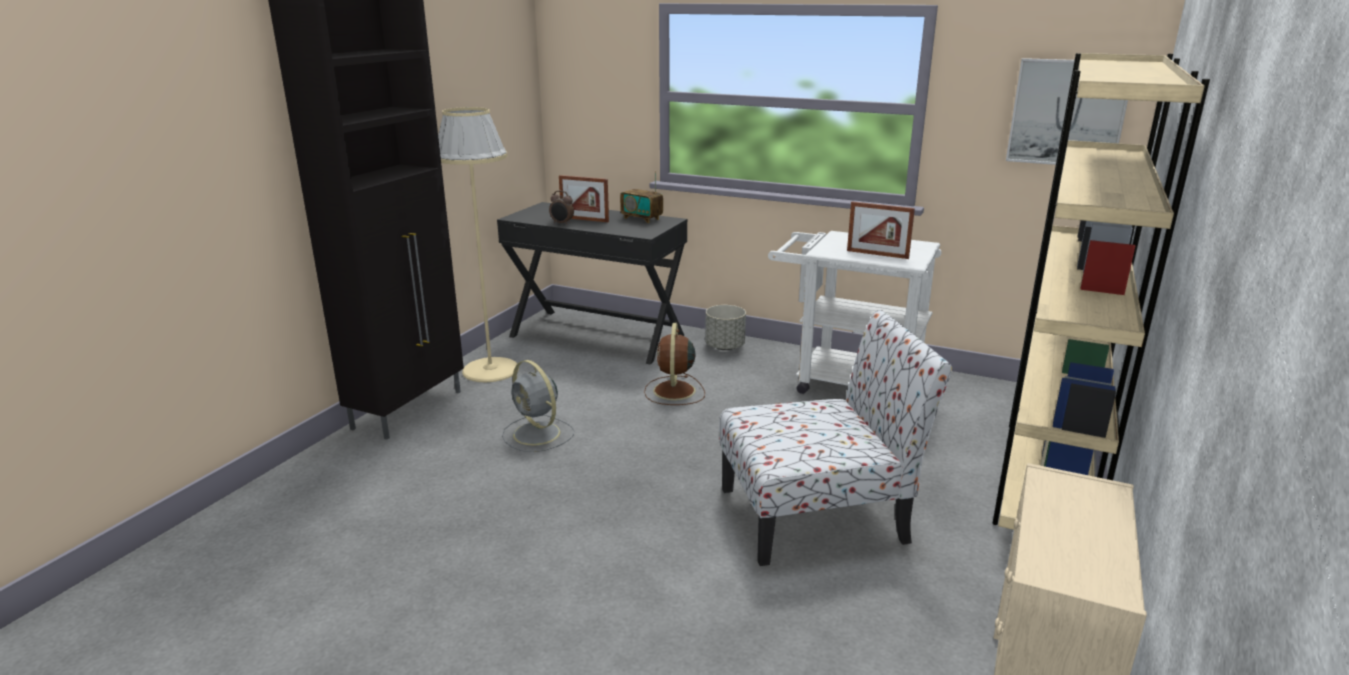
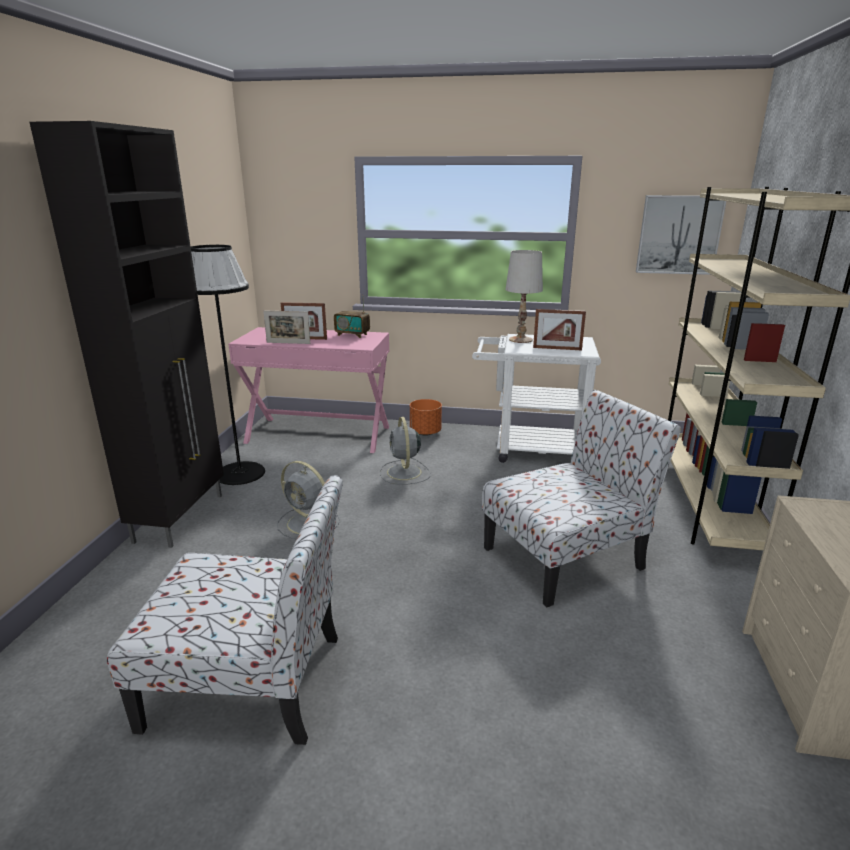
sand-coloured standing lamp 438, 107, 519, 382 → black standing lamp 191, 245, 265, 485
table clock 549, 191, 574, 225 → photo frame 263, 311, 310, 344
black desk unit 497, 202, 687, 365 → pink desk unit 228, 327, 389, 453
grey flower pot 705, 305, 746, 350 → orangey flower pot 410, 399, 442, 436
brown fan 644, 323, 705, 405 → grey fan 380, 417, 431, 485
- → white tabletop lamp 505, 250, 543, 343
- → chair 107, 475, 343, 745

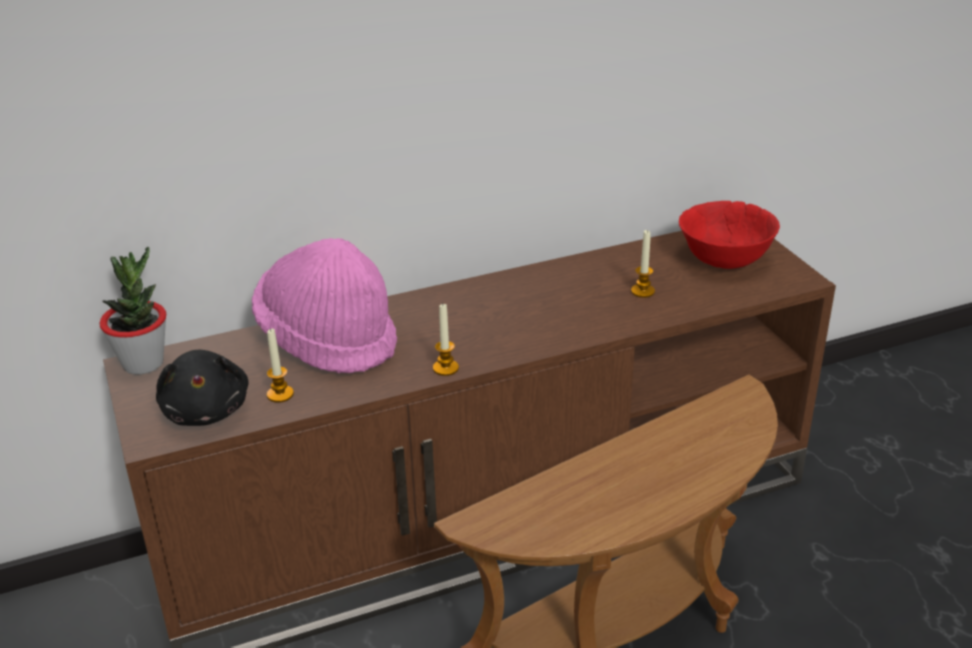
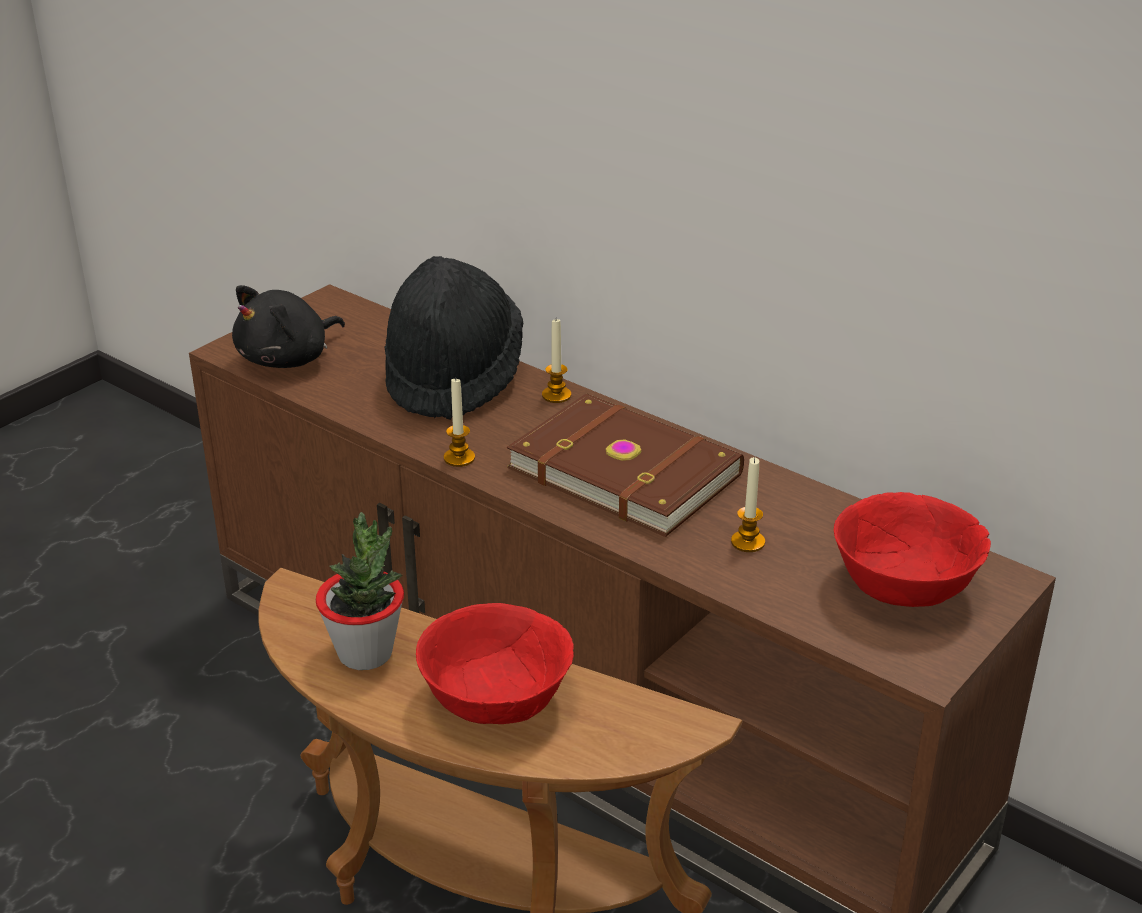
pink hat 252, 238, 397, 373 → black hat 384, 256, 523, 420
houseplant 100, 247, 166, 375 → houseplant 316, 512, 404, 670, move
candle 267, 328, 294, 403 → candle 542, 319, 571, 403, move
- → brown book 507, 394, 744, 537
- → red bowl 416, 603, 574, 724

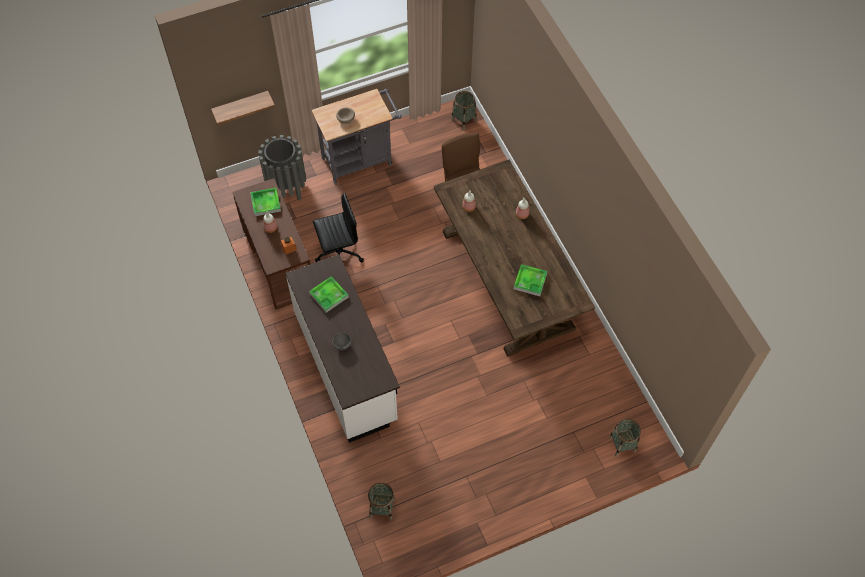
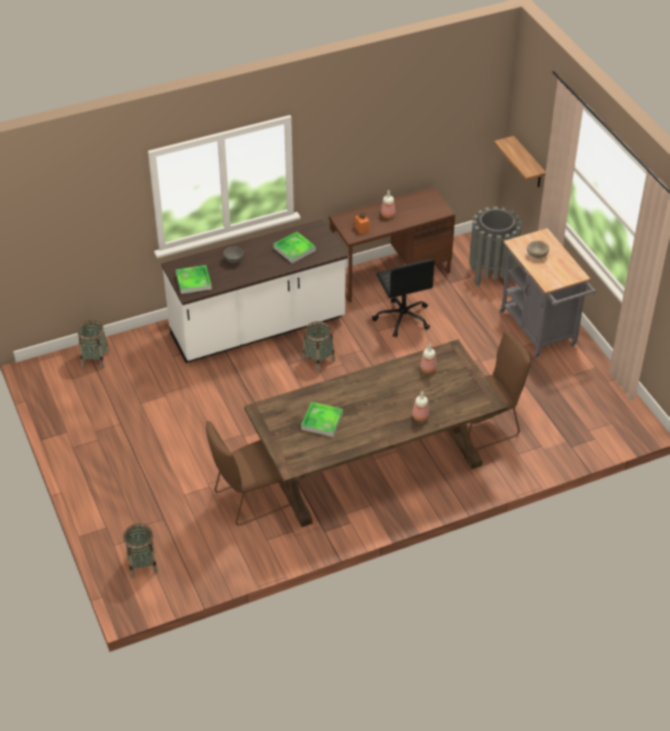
basket 451, 91, 477, 130 → basket 302, 321, 335, 372, move
carrying tray 250, 188, 281, 216 → carrying tray 176, 265, 212, 294, move
- → brown chair 206, 421, 294, 526

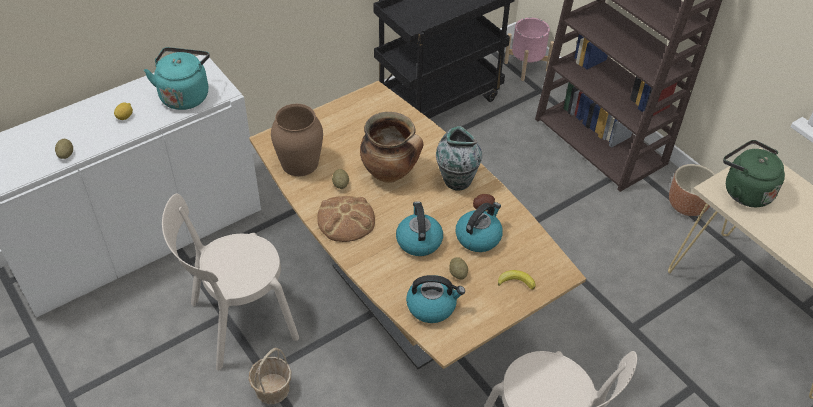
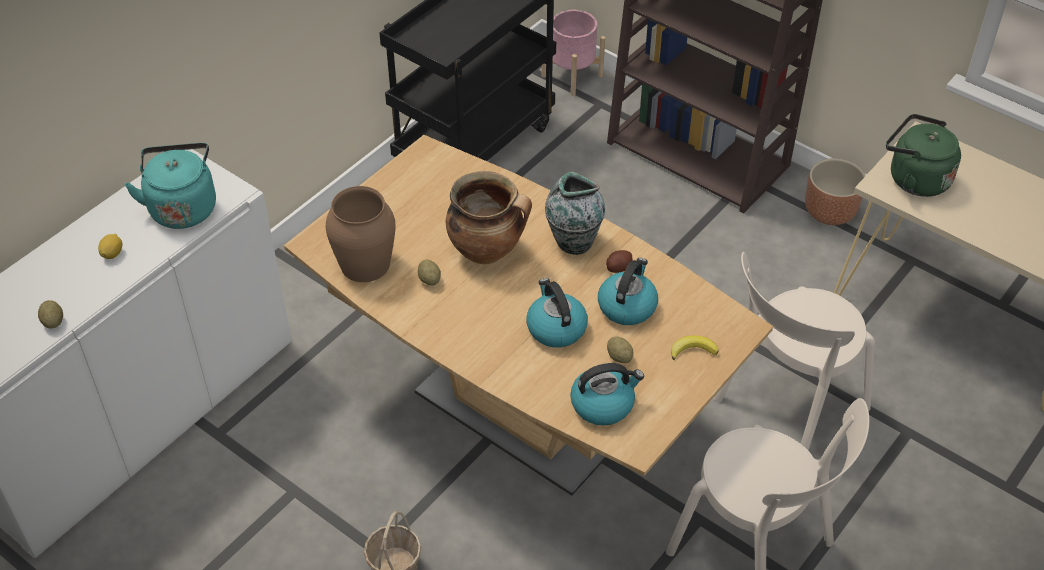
sand-coloured chair 162, 194, 299, 371 → sand-coloured chair 713, 252, 875, 451, move
bread 317, 196, 375, 242 → -

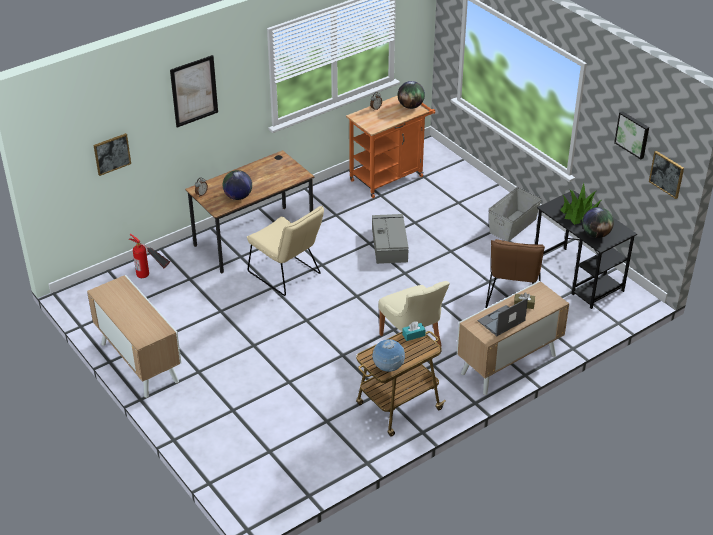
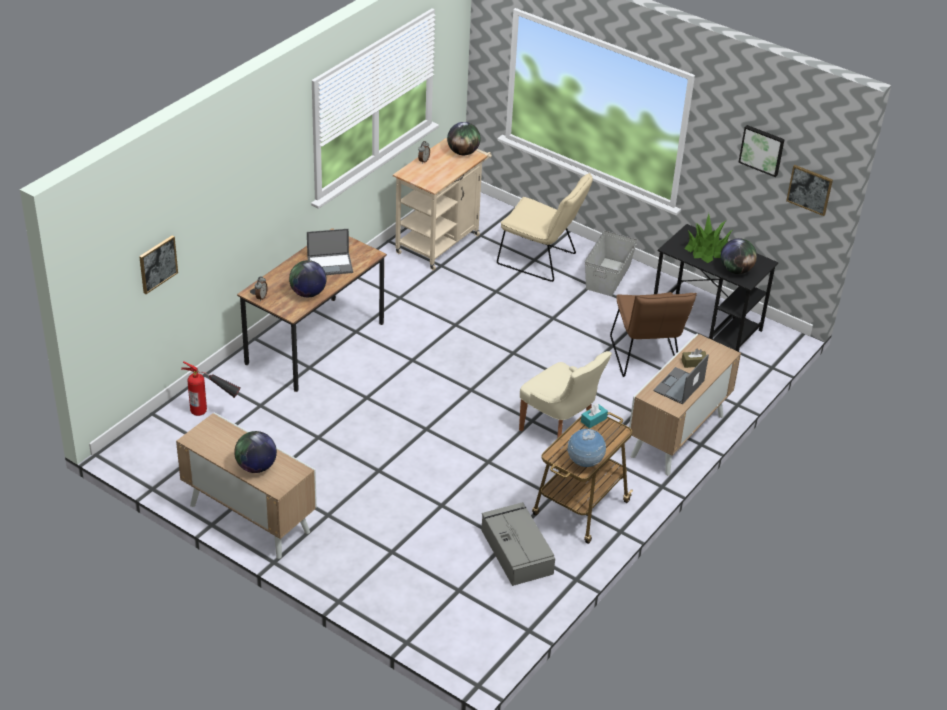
picture 170, 55, 218, 127 → -
orangey wheeled cart 346, 95, 435, 198 → sand-coloured wheeled cart 393, 138, 492, 270
sand-coloured chair 247, 205, 324, 296 → sand-coloured chair 497, 173, 593, 282, move
grey storage container 372, 214, 409, 264 → grey storage container 481, 502, 555, 586, move
- → laptop 307, 229, 353, 275
- → world globe 234, 431, 277, 473

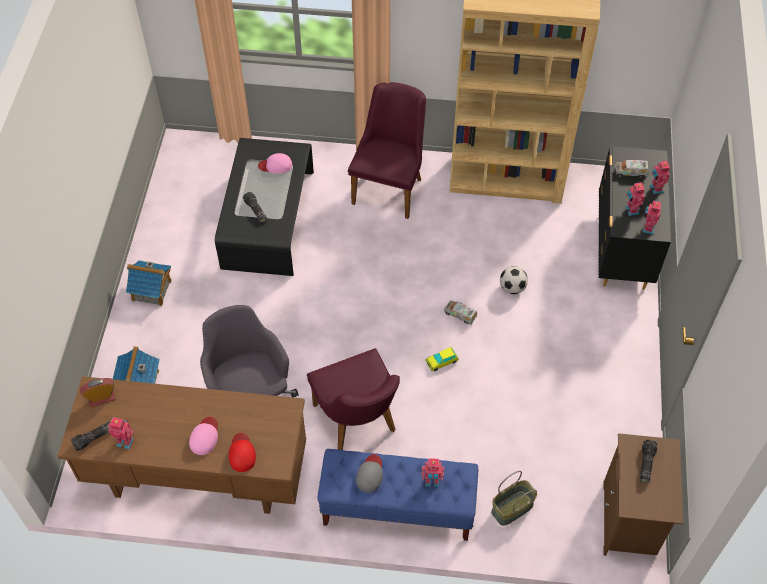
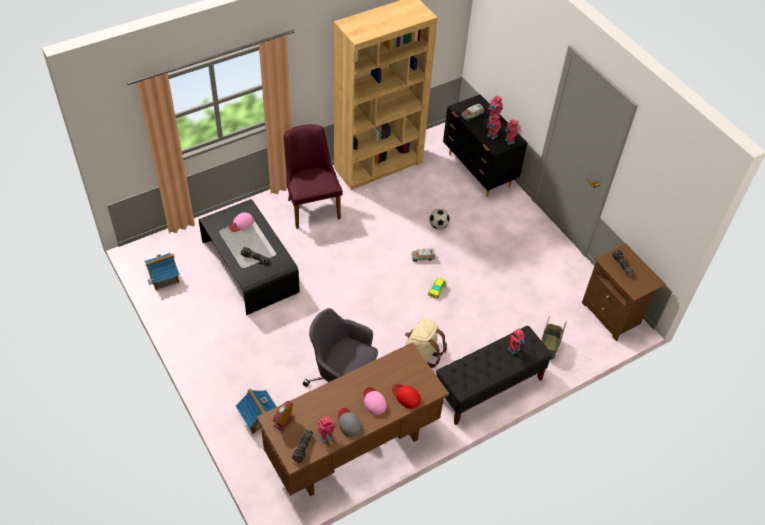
miniature house 126, 260, 172, 306 → miniature house 145, 253, 180, 290, move
purple chair 307, 348, 400, 450 → sand-coloured rucksack 405, 318, 447, 368
bluish indoor bench 318, 449, 478, 541 → black indoor bench 436, 326, 552, 425
grey cap 356, 454, 383, 493 → grey cap 338, 408, 361, 437, move

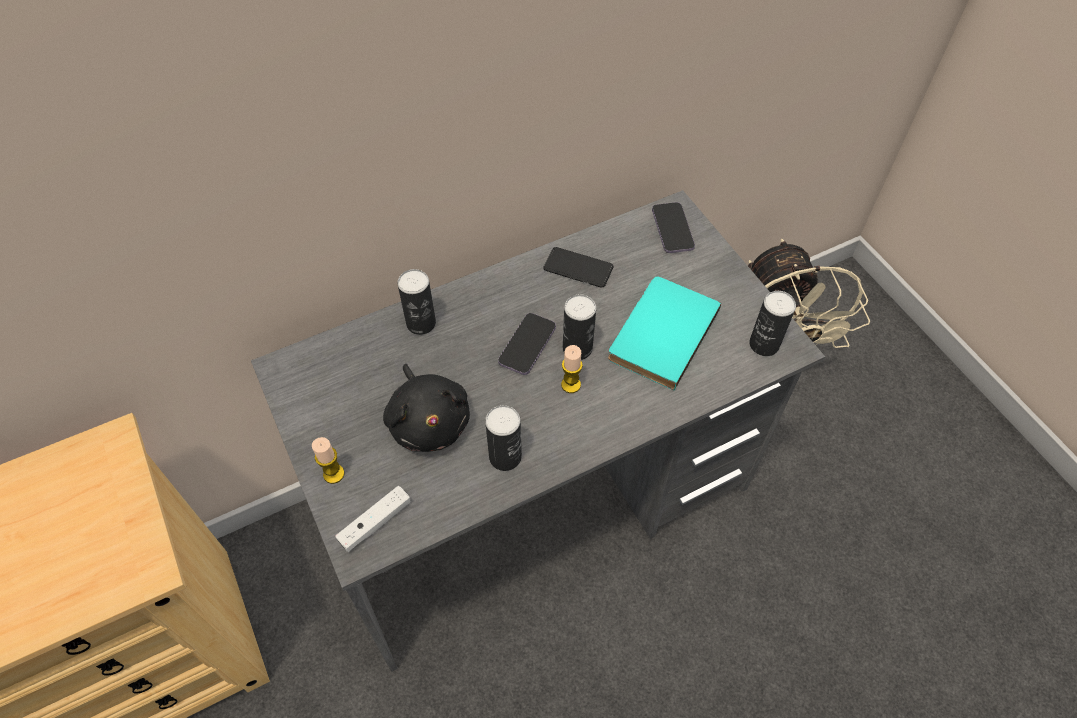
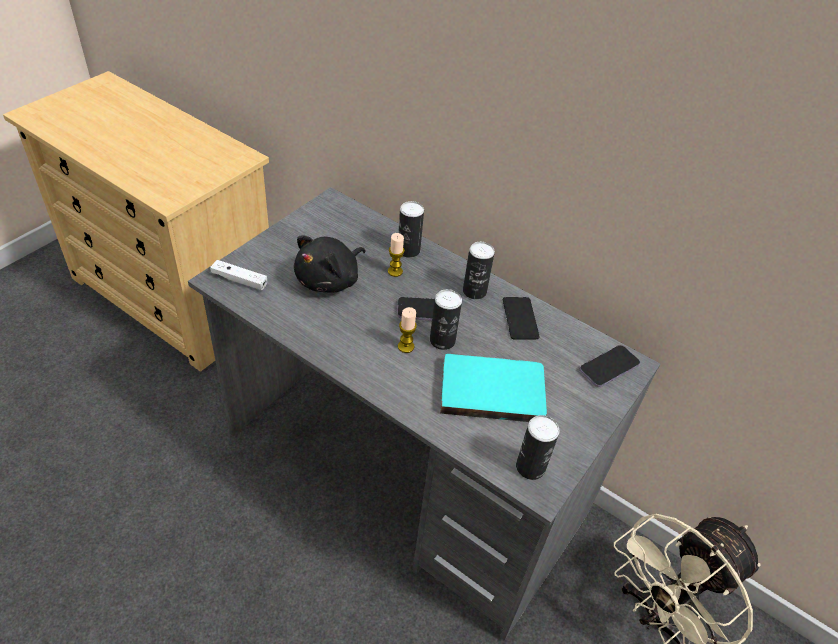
metal can 485, 405, 522, 471 → metal can 463, 242, 495, 300, move
candle 312, 437, 344, 484 → candle 388, 233, 405, 277, move

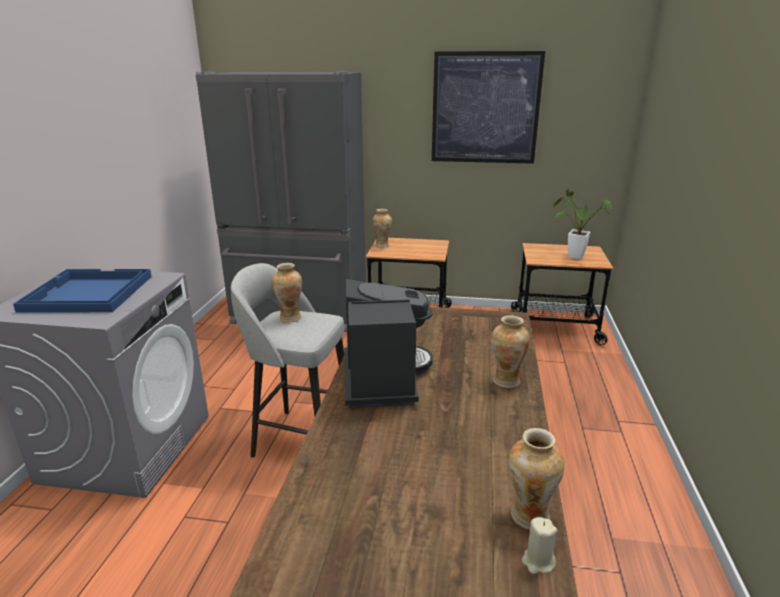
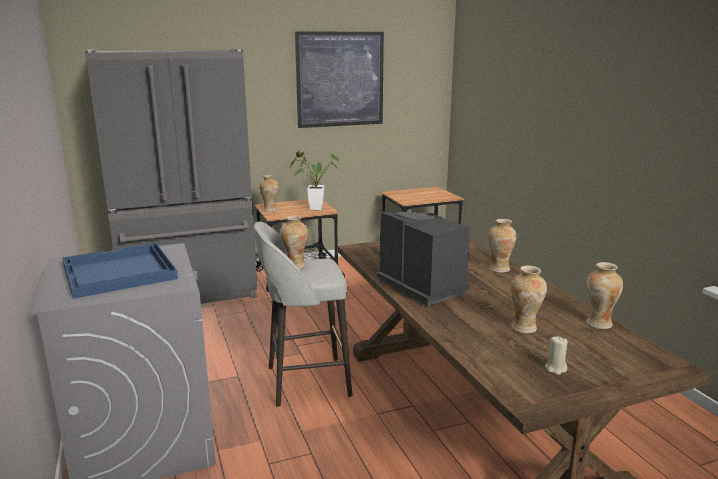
houseplant 553, 189, 612, 259 → houseplant 290, 151, 340, 210, move
sand-coloured candle 522, 517, 557, 574 → sand-coloured candle 545, 336, 567, 375, move
- → flower vase 511, 265, 547, 333

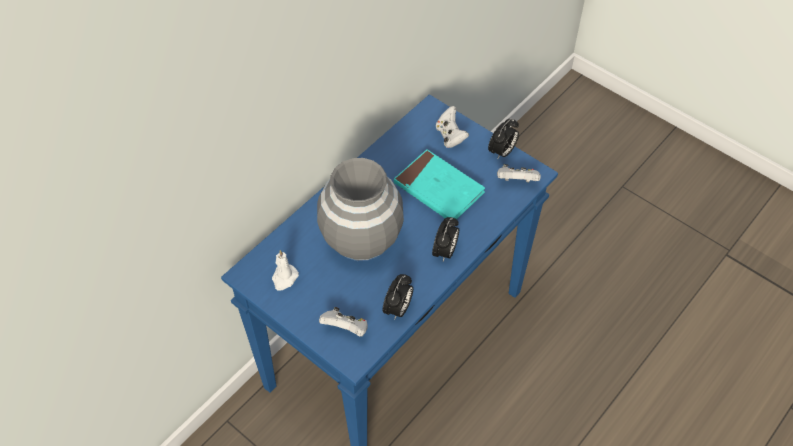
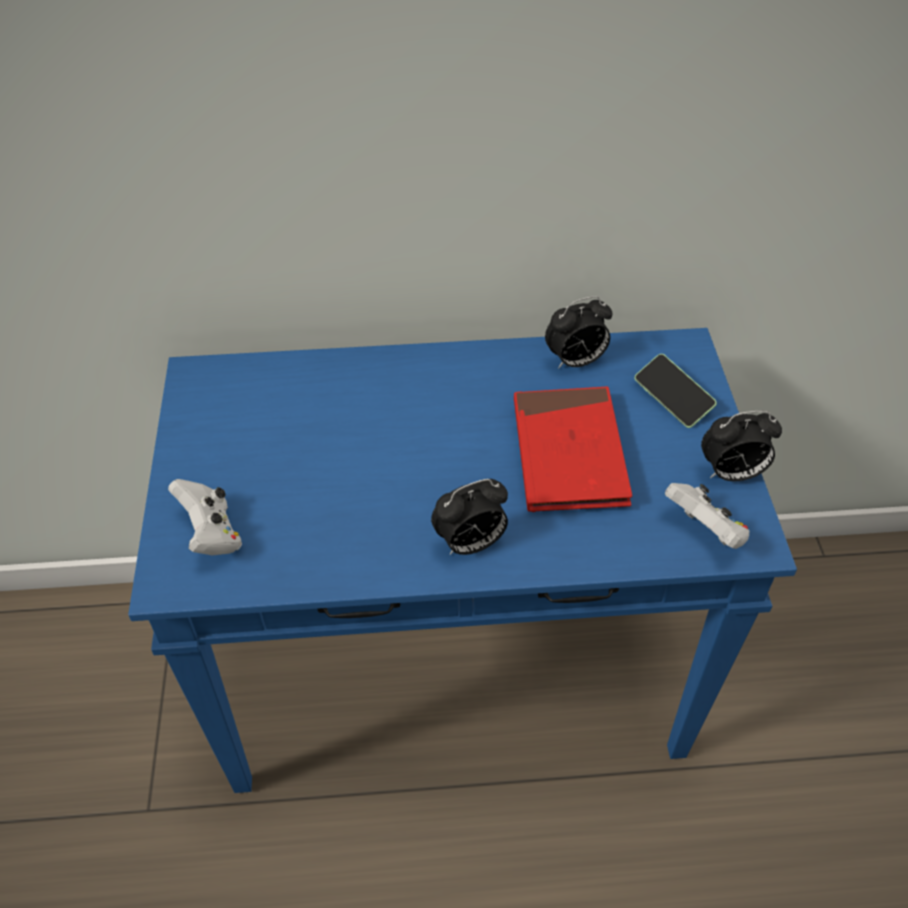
white gamepad 436, 106, 469, 148 → handset 634, 354, 717, 428
turquoise book 394, 149, 485, 219 → red book 514, 387, 632, 512
grey flower vase 317, 158, 404, 261 → -
white candle 272, 250, 299, 291 → -
table clock 383, 274, 413, 319 → table clock 545, 296, 612, 369, move

